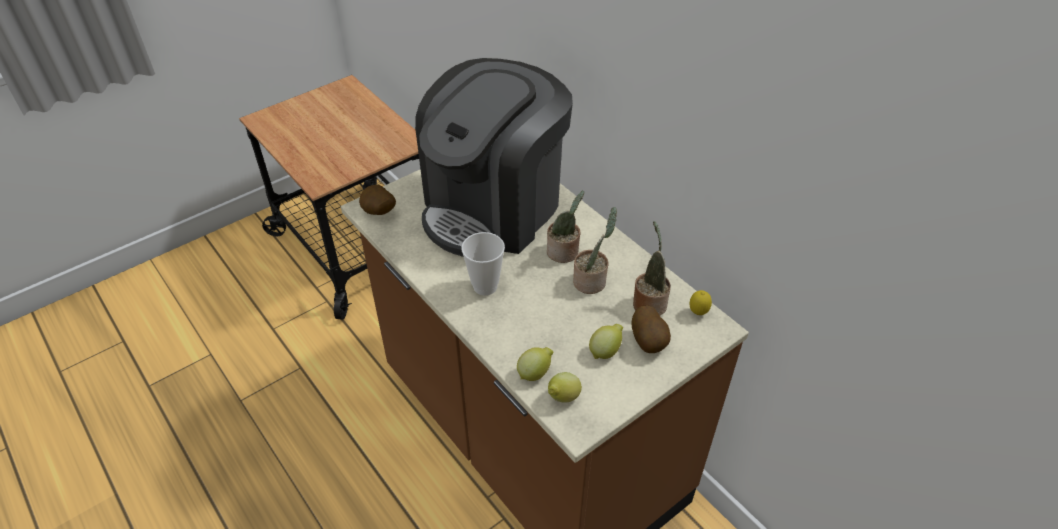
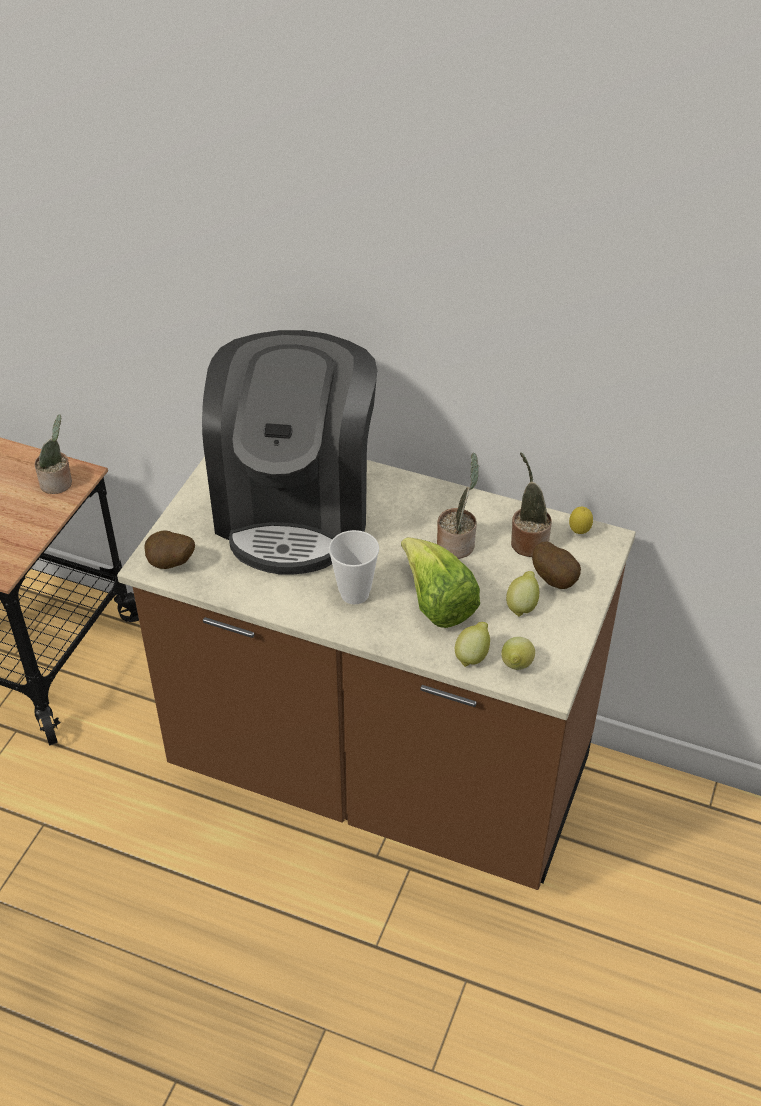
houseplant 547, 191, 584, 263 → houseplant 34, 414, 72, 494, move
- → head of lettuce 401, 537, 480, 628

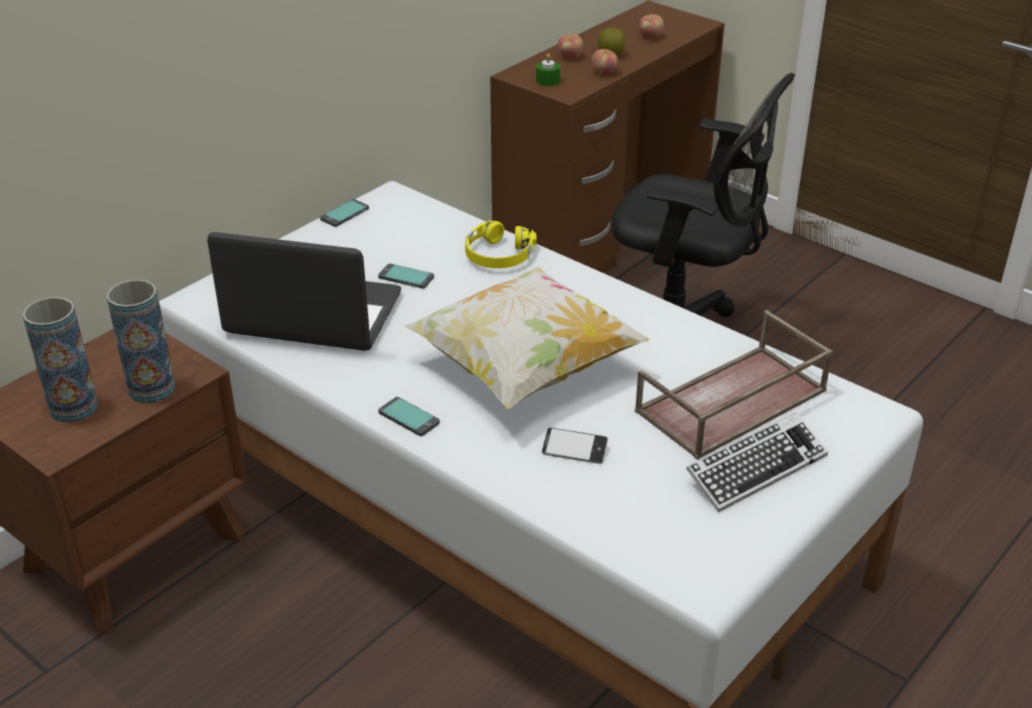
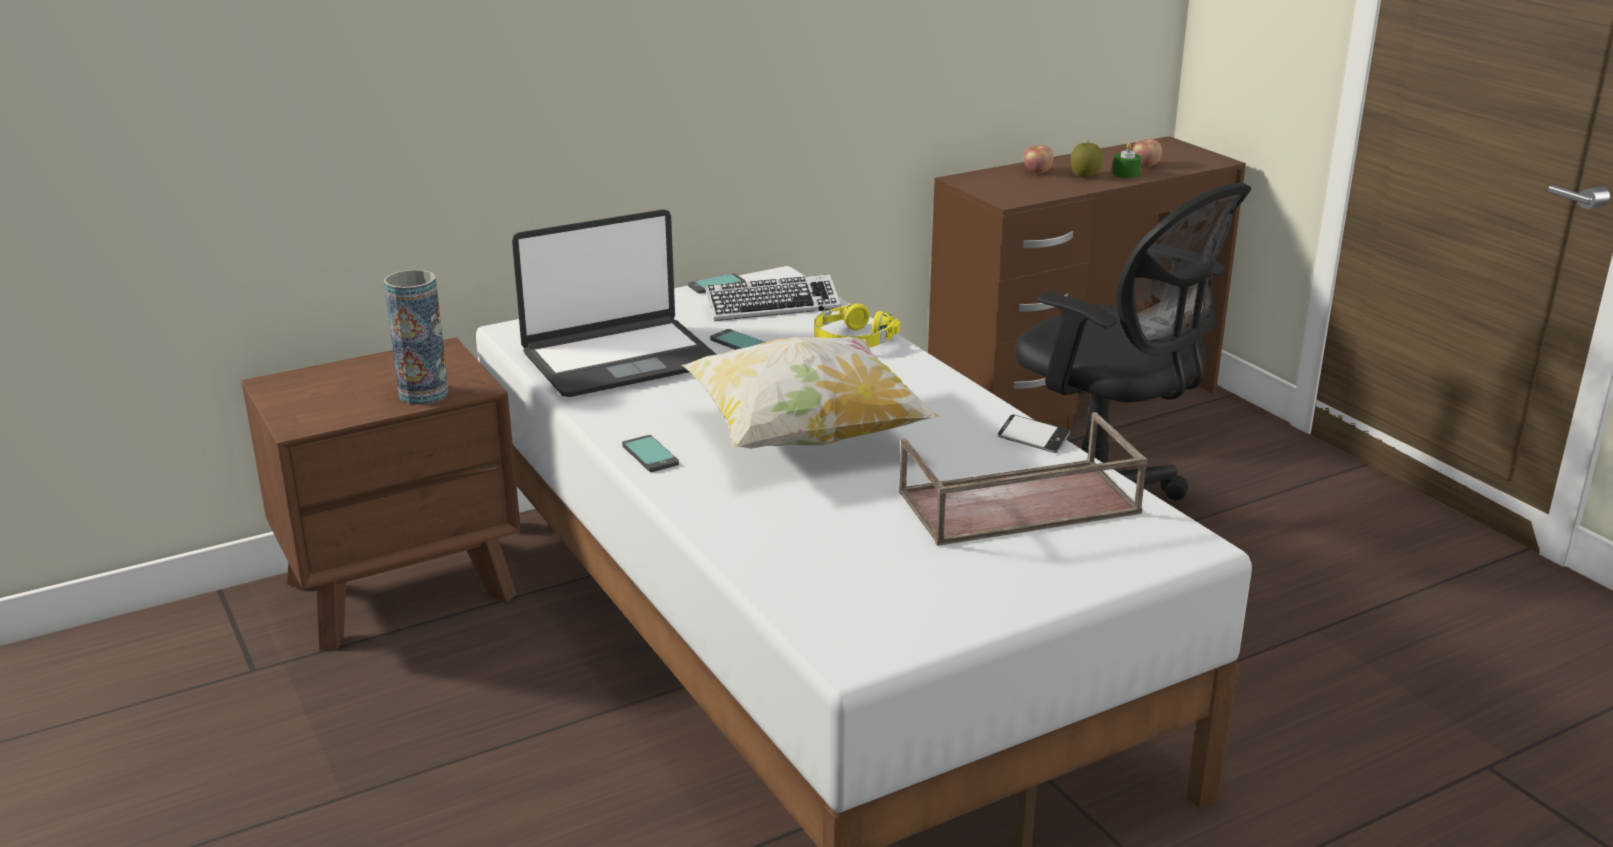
apple 592, 49, 618, 75 → -
green-coloured candle 536, 53, 560, 86 → green-coloured candle 1112, 142, 1142, 178, move
laptop 207, 232, 401, 351 → laptop 512, 209, 717, 397, 120 degrees clockwise
flower vase 22, 297, 98, 422 → -
computer keyboard 686, 412, 828, 512 → computer keyboard 705, 274, 841, 321, move
handset 542, 428, 608, 464 → handset 998, 414, 1070, 453, move

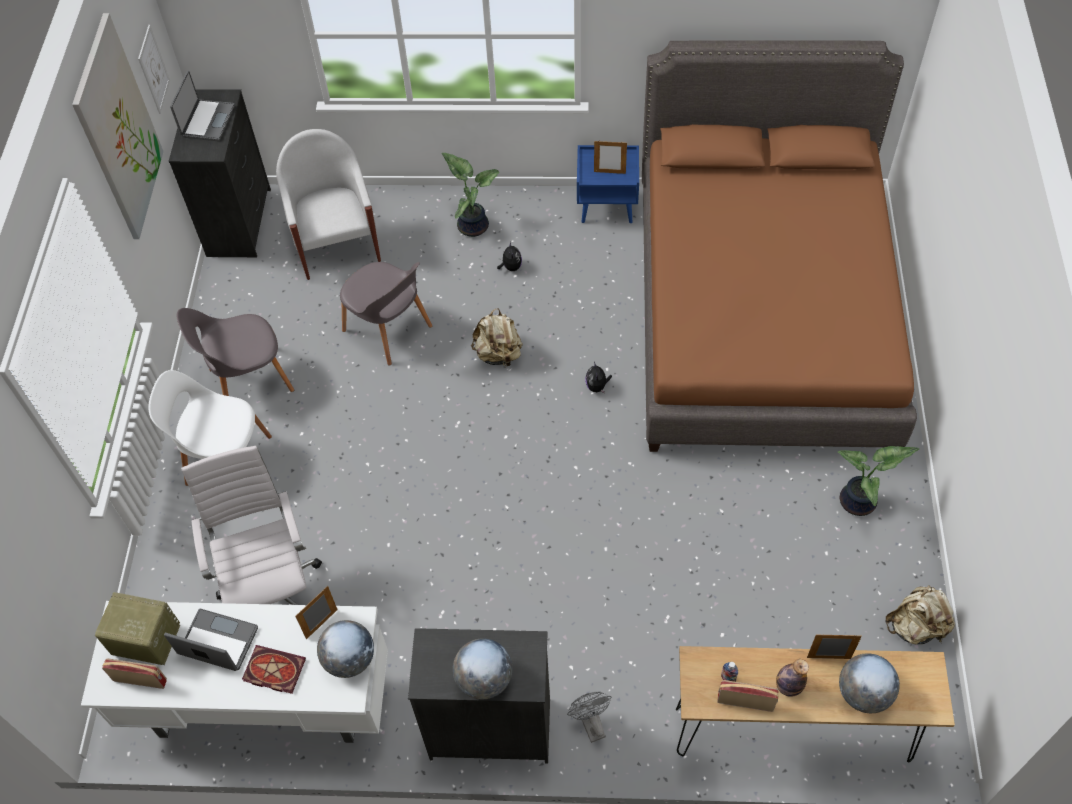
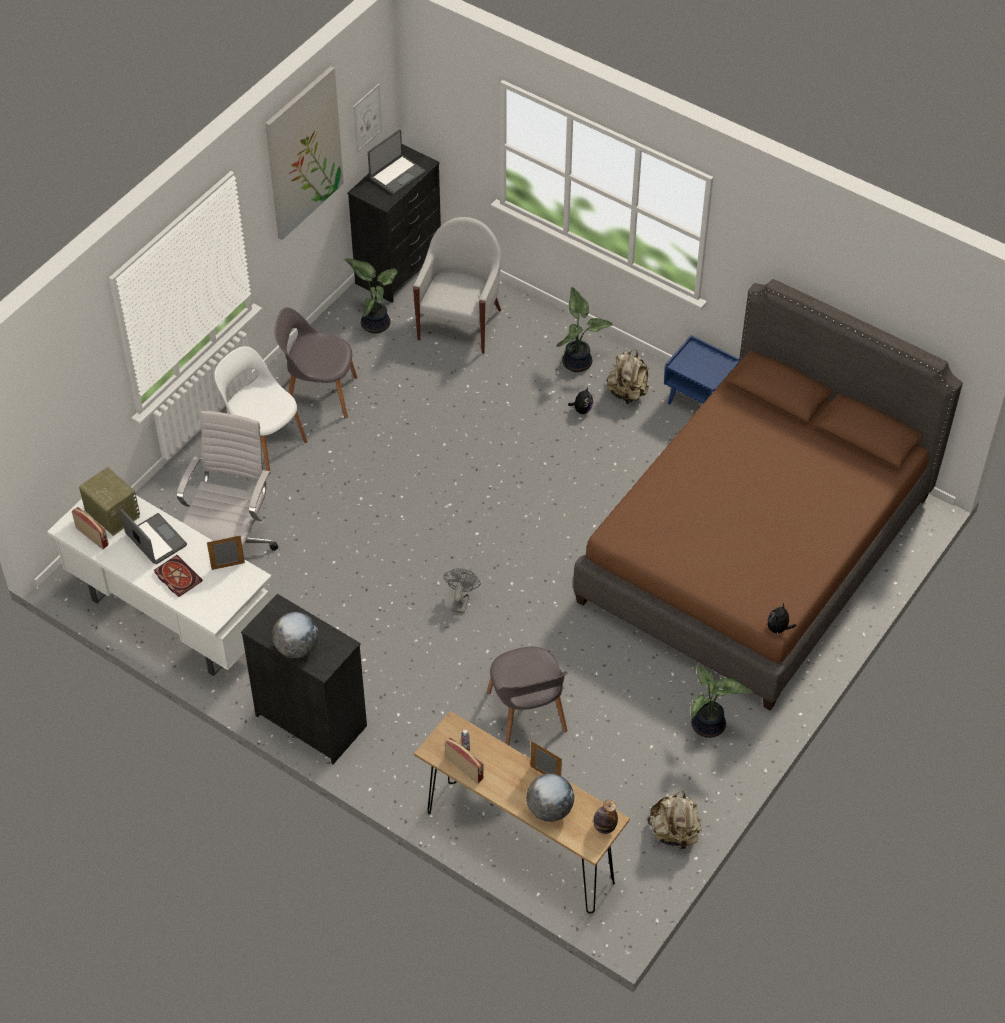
photo frame 594, 141, 627, 174 → -
grey chair 340, 262, 433, 366 → grey chair 487, 647, 568, 745, move
sand-coloured rucksack 471, 308, 523, 369 → sand-coloured rucksack 607, 350, 649, 404, move
cuddly toy 585, 362, 612, 393 → cuddly toy 767, 603, 796, 636, move
world globe 317, 620, 374, 678 → -
beverage bottle 776, 659, 809, 697 → beverage bottle 593, 800, 618, 834, move
grey fan 567, 692, 611, 743 → grey fan 444, 568, 481, 614, move
- → houseplant 344, 259, 398, 334

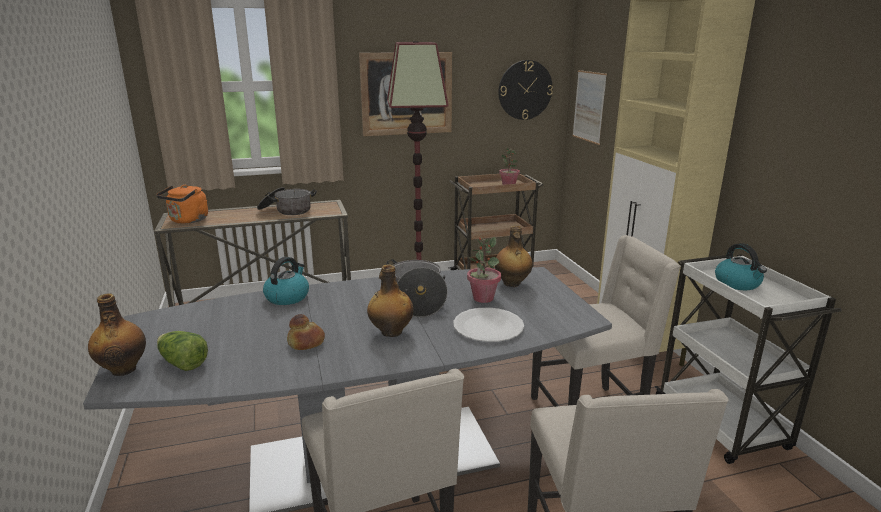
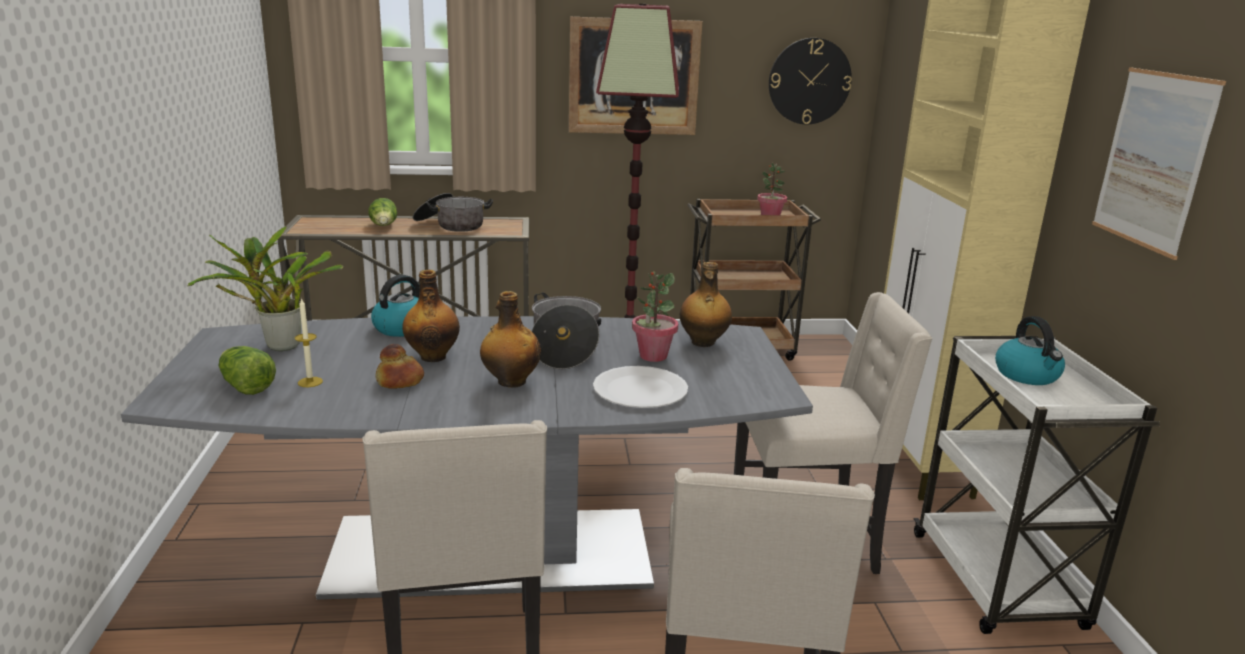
picture 572, 70, 607, 145 → picture 1092, 67, 1226, 260, move
orangey tea kettle 156, 185, 208, 224 → -
beverage bottle 88, 293, 146, 376 → beverage bottle 402, 270, 460, 362, move
- → head of lettuce 368, 198, 397, 226
- → houseplant 188, 226, 343, 351
- → candle 295, 298, 323, 387

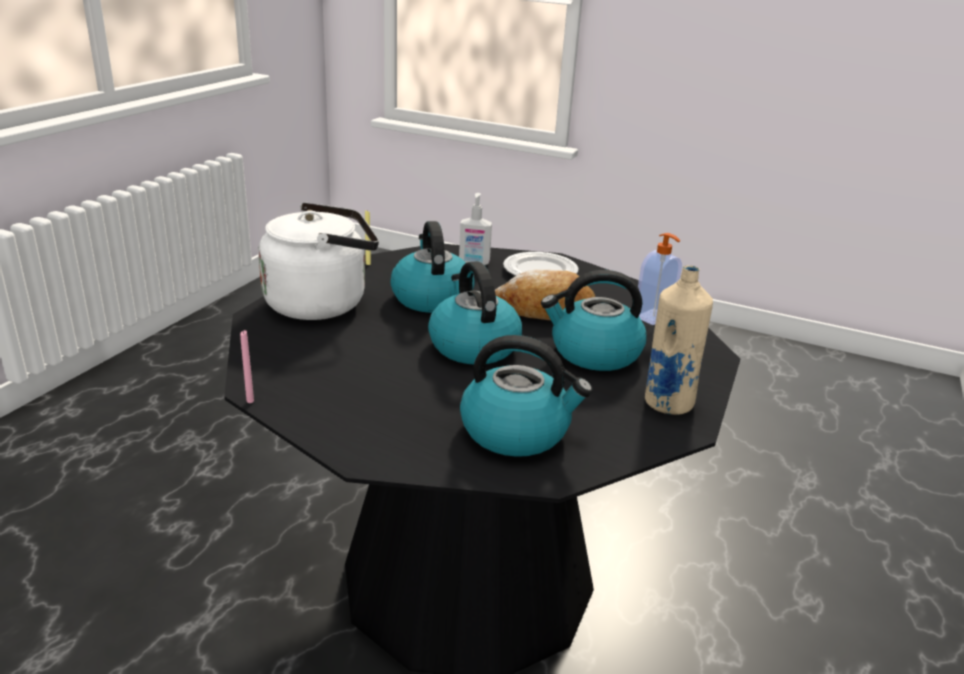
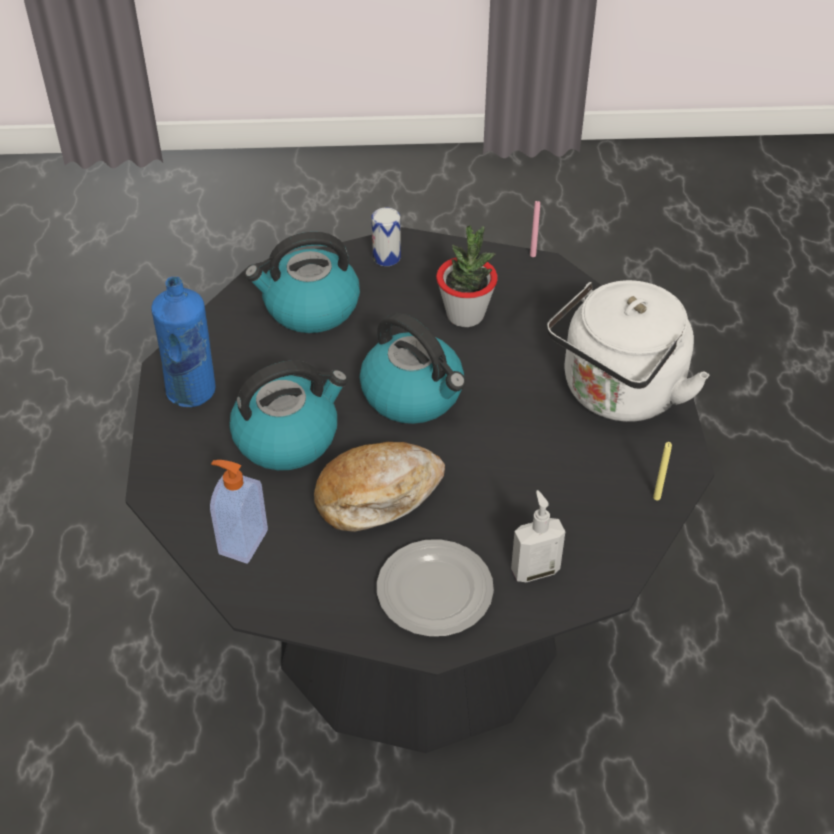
tea kettle 391, 221, 475, 313 → -
sand-coloured beverage bottle 645, 265, 713, 415 → bluish beverage bottle 151, 277, 216, 407
- → metal can 371, 207, 401, 266
- → houseplant 436, 225, 498, 327

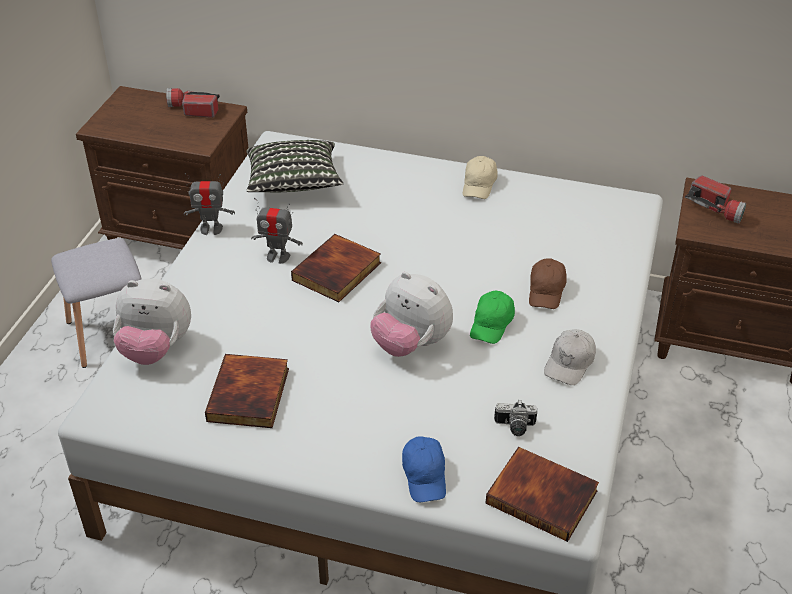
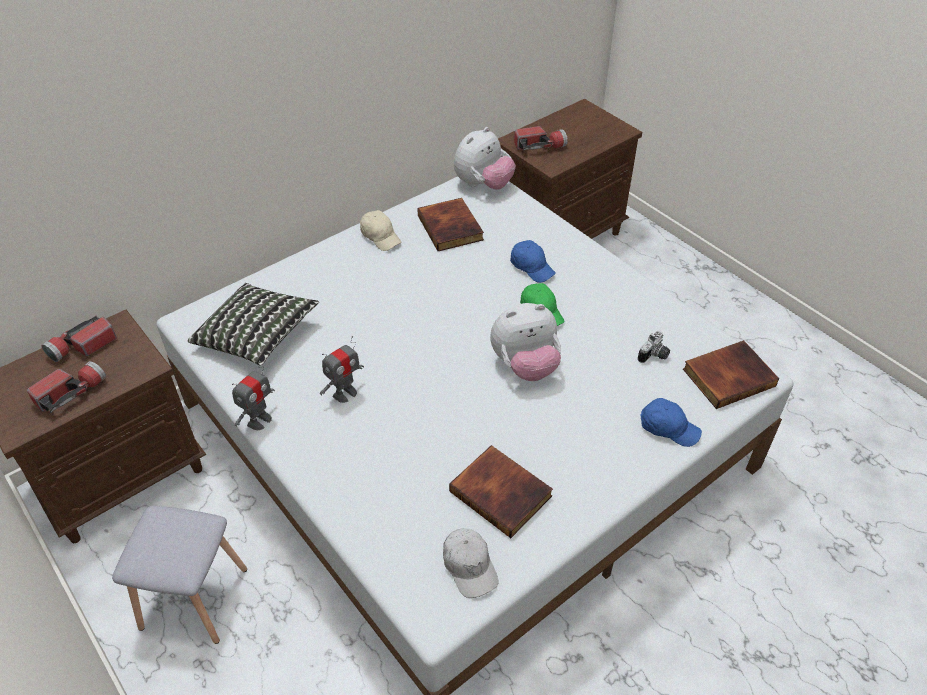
book 291, 234, 381, 302 → book 417, 198, 484, 251, move
brown cap 529, 258, 567, 309 → bluish cap 510, 240, 556, 283
cuddly toy 113, 278, 191, 365 → cuddly toy 454, 127, 516, 190, move
white cap 544, 329, 596, 385 → white cap 443, 528, 499, 598, move
- → torch 27, 361, 106, 413

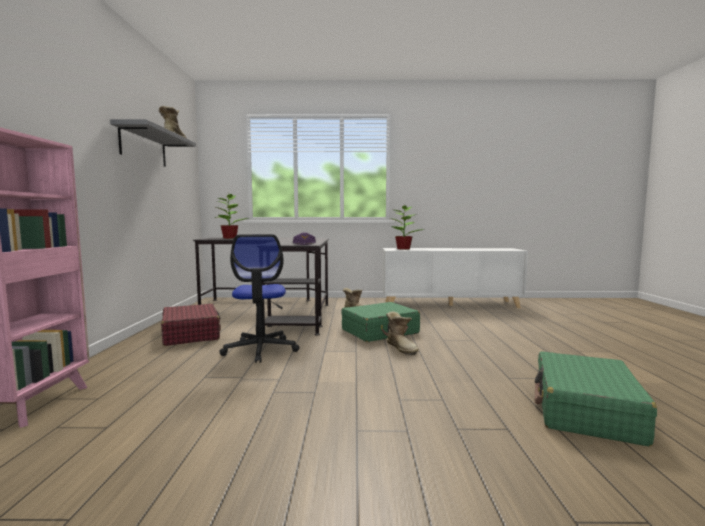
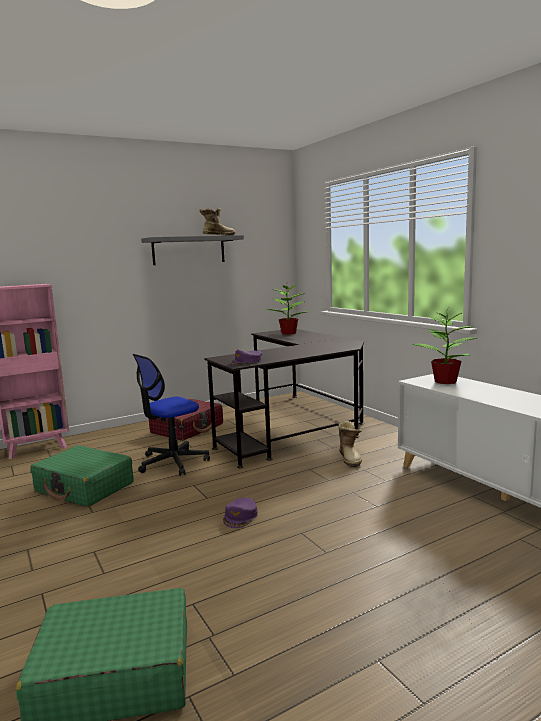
green-coloured piece of luggage 341, 302, 420, 342 → green-coloured piece of luggage 30, 445, 134, 507, move
boot 386, 311, 419, 355 → purple cap 223, 497, 258, 528

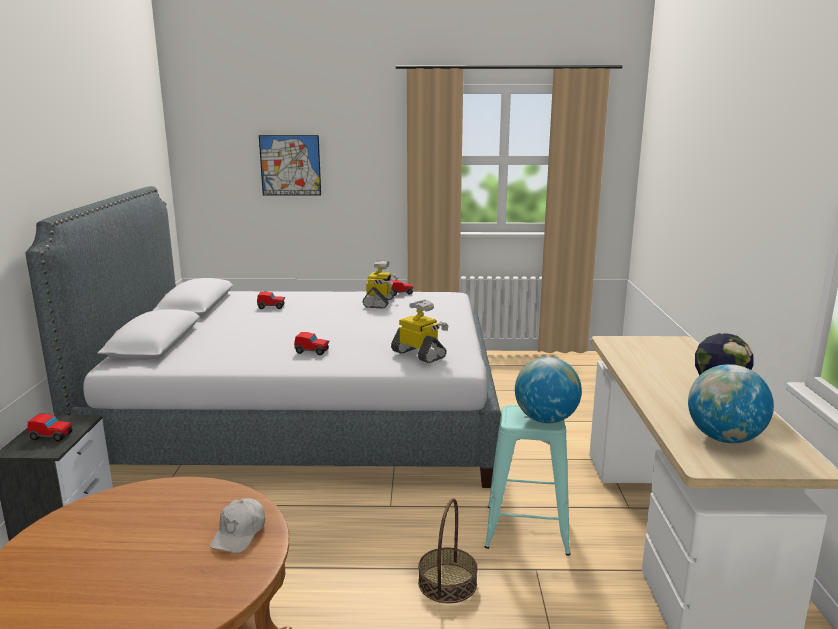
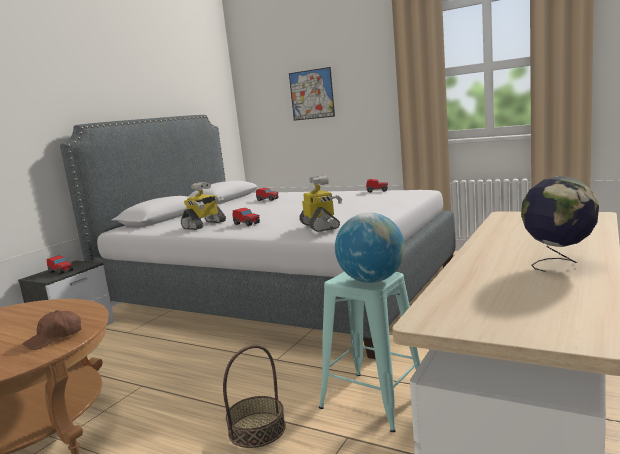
toy robot 362, 260, 398, 308 → toy robot 181, 182, 226, 230, move
world globe 688, 364, 774, 443 → -
white cap 210, 498, 265, 553 → brown cap 22, 310, 81, 350

